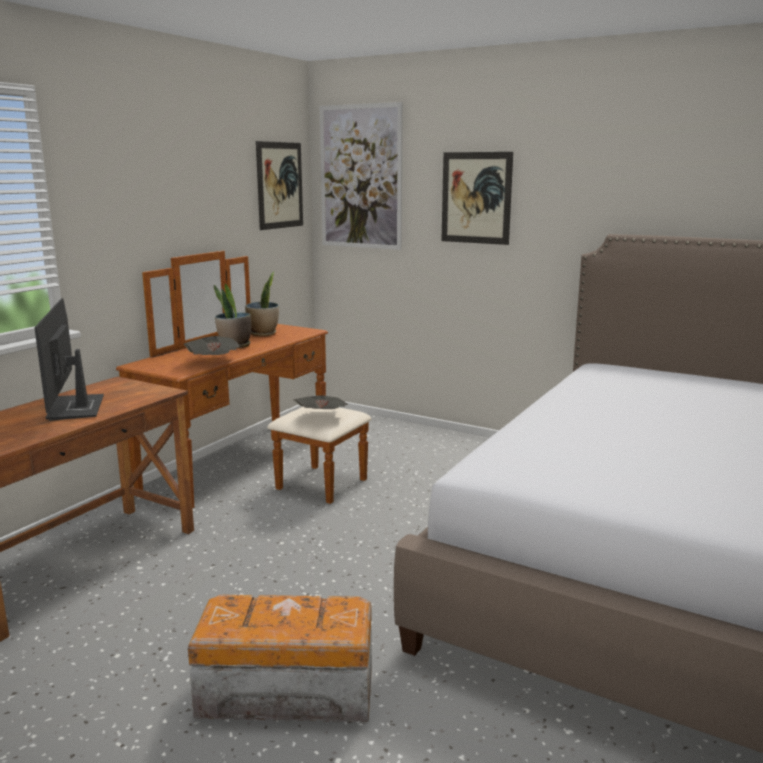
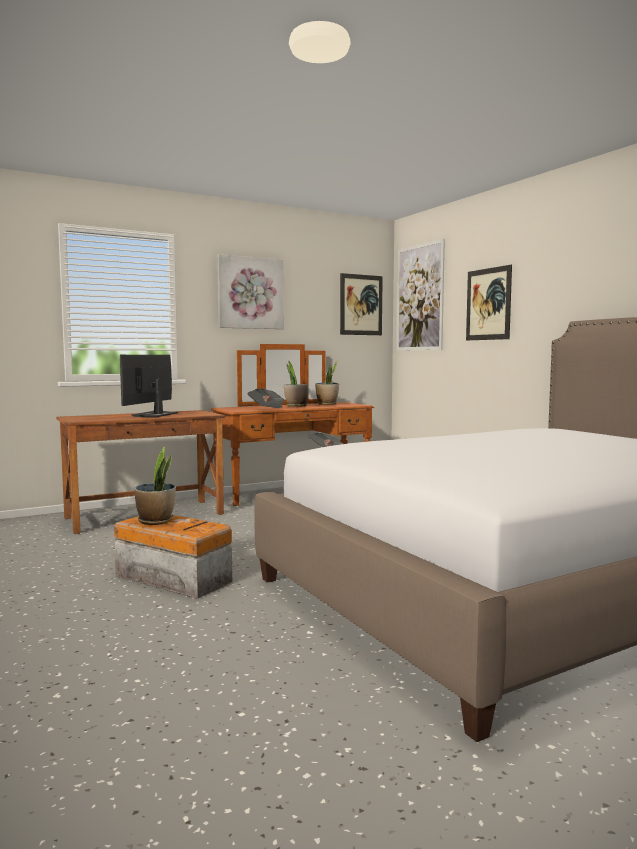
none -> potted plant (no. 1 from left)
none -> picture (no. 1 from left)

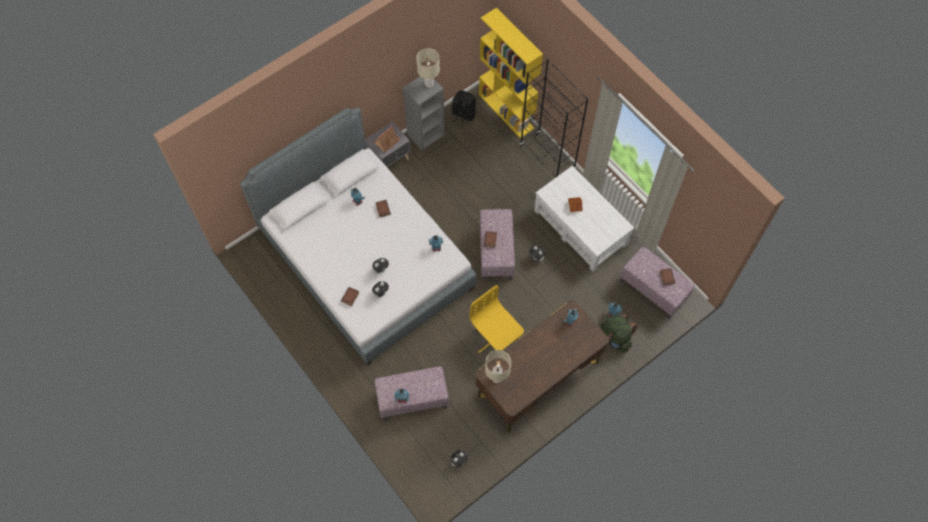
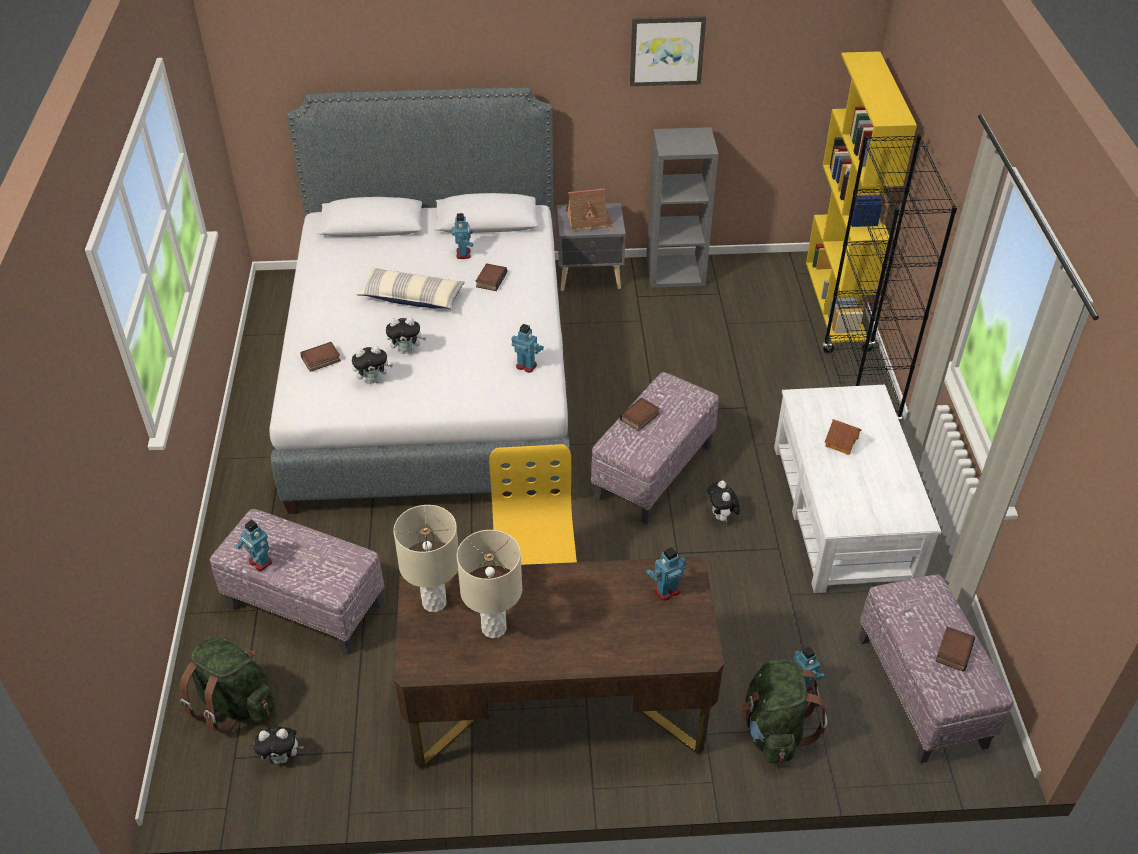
table lamp in beige (no. 1 from left in the first image) -> table lamp in beige (no. 2 from left), relocated
backpack in black -> none
none -> backpack in green (no. 1 from left)
none -> pillow
none -> picture

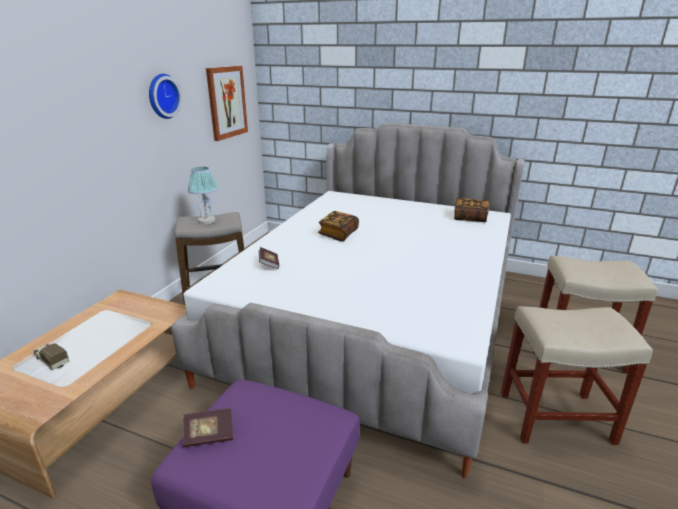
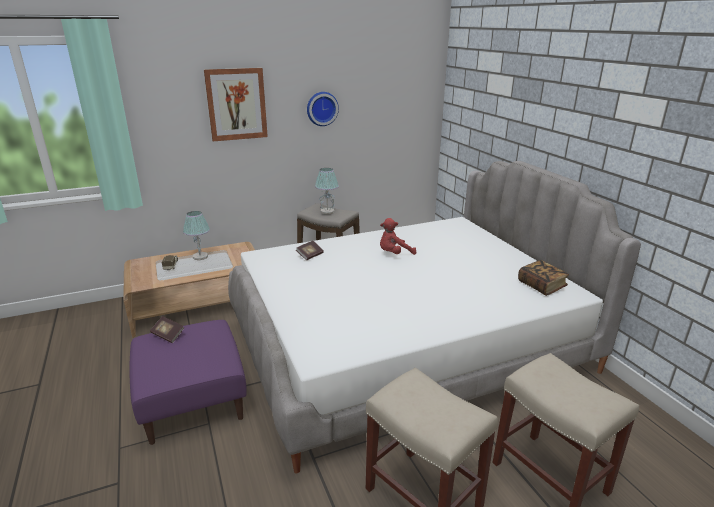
picture, relocated
book (no. 3 from left) -> plush toy in red
none -> table lamp (no. 1 from left)

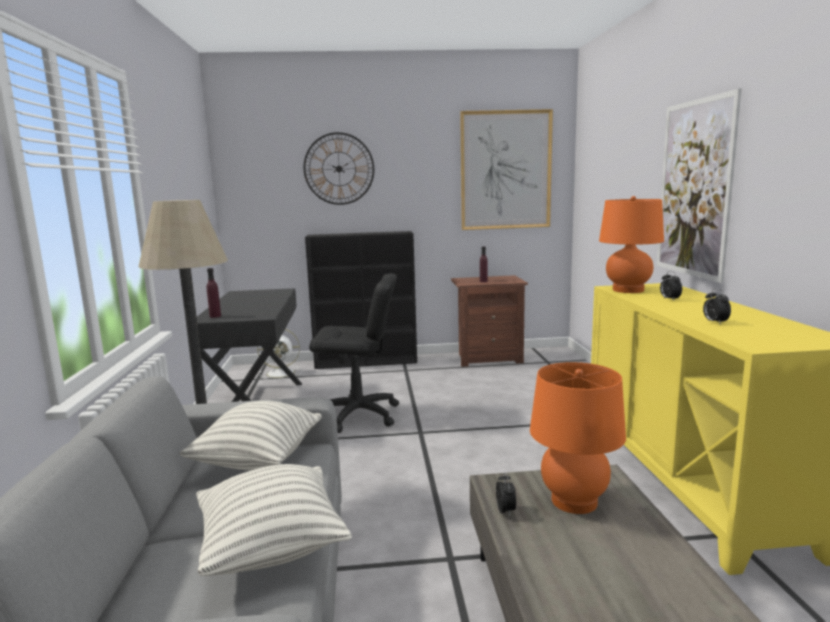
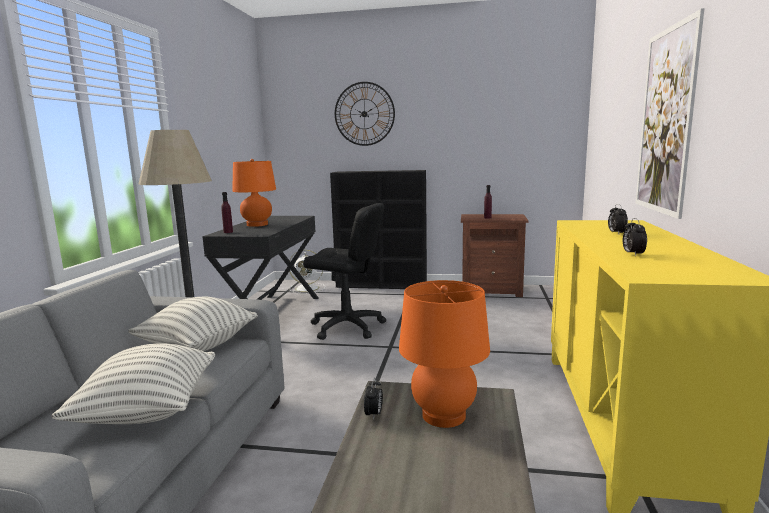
picture (no. 1 from left) -> none
table lamp in orange (no. 2 from left in the first image) -> table lamp in orange (no. 1 from left), relocated

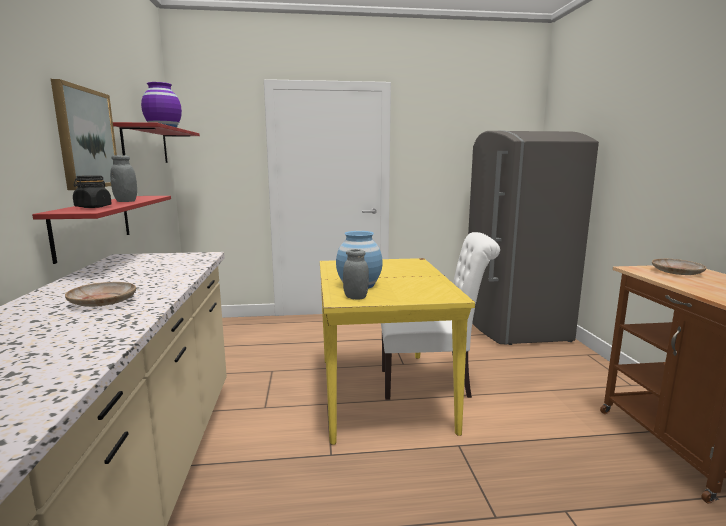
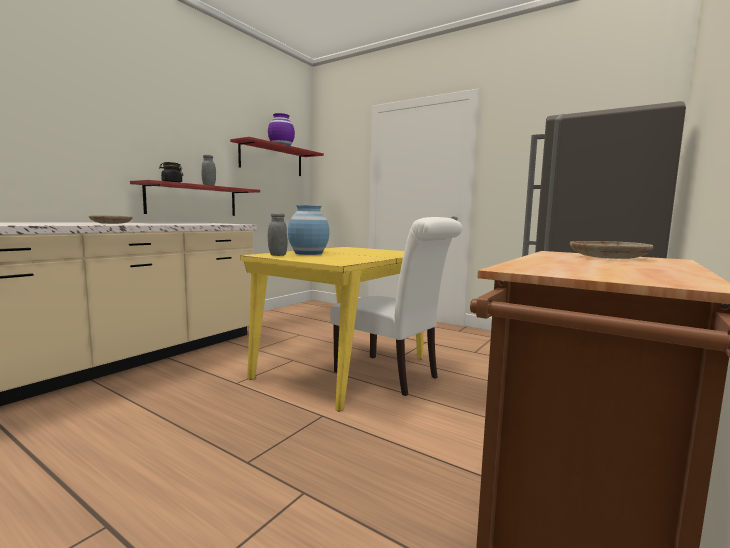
picture -> none

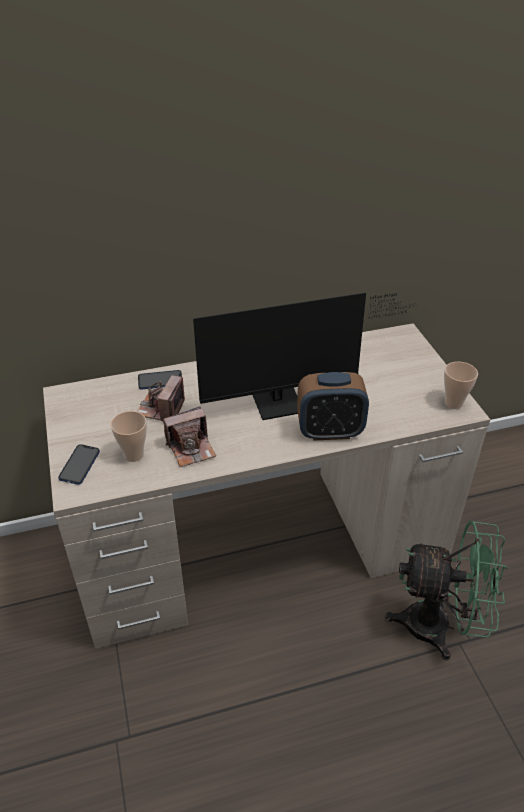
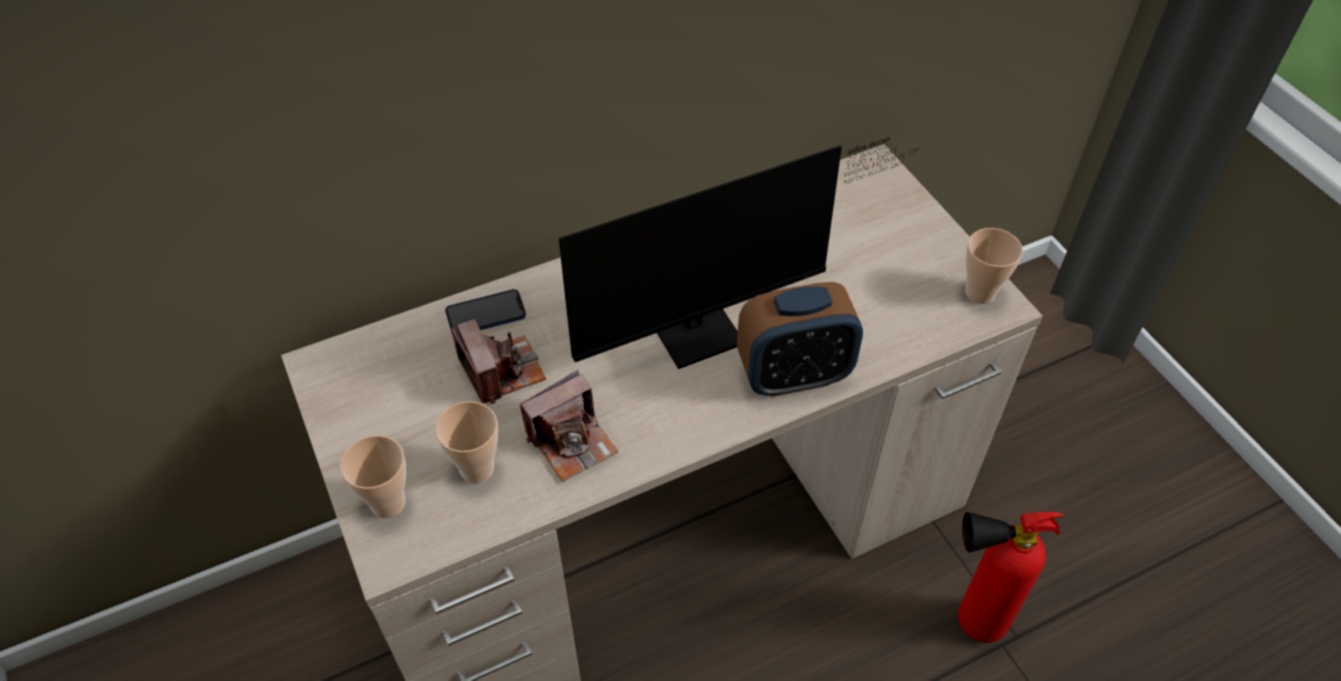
phone (no. 1 from left) -> cup (no. 1 from left)
photo camera (no. 1 from left), 150 degrees clockwise
fan in green -> fire extinguisher

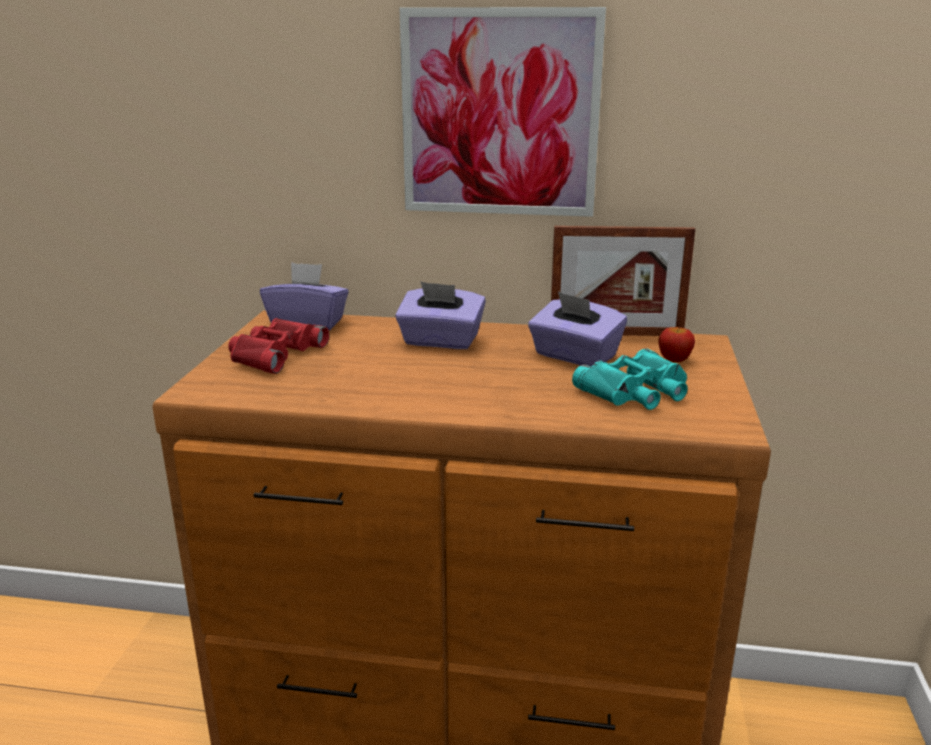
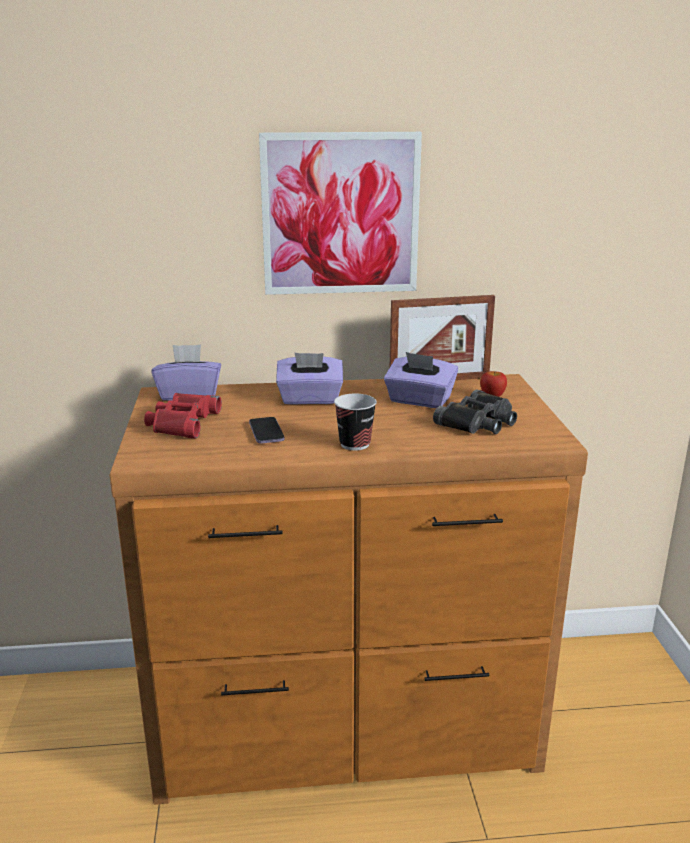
binoculars in turquoise -> binoculars in black
none -> phone
none -> cup

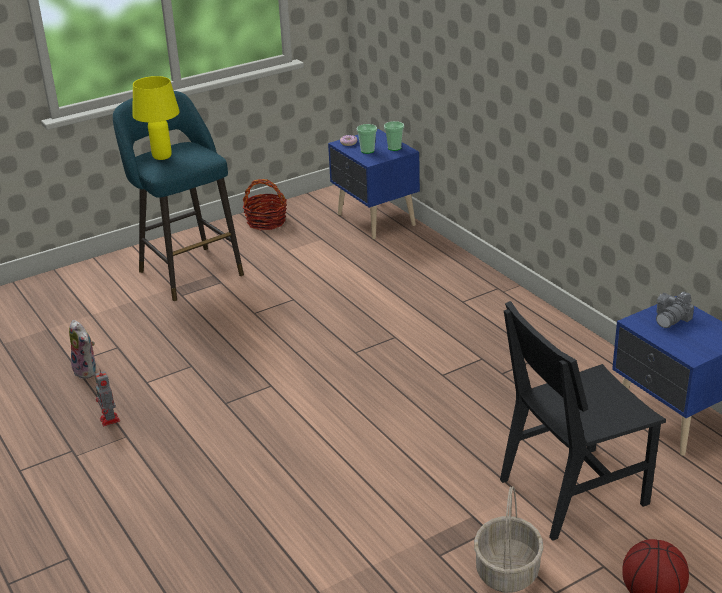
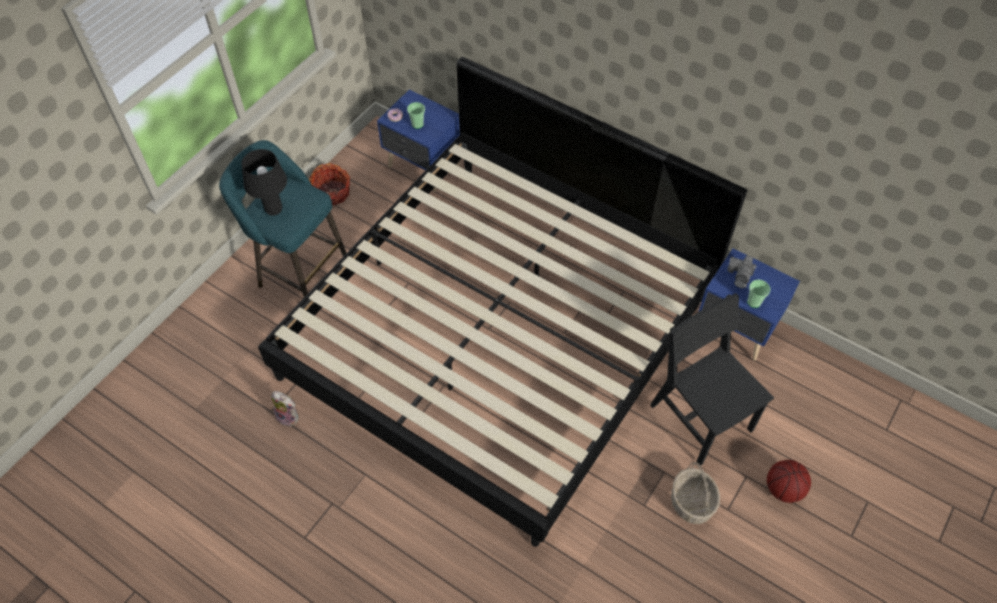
toy robot -> none
table lamp in yellow -> table lamp in black
cup (no. 2 from left), relocated
chair in black, 105 degrees clockwise
none -> bed

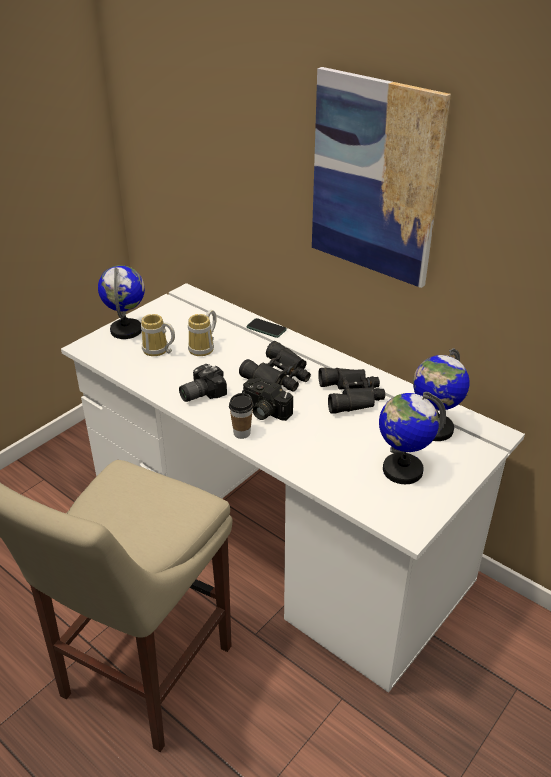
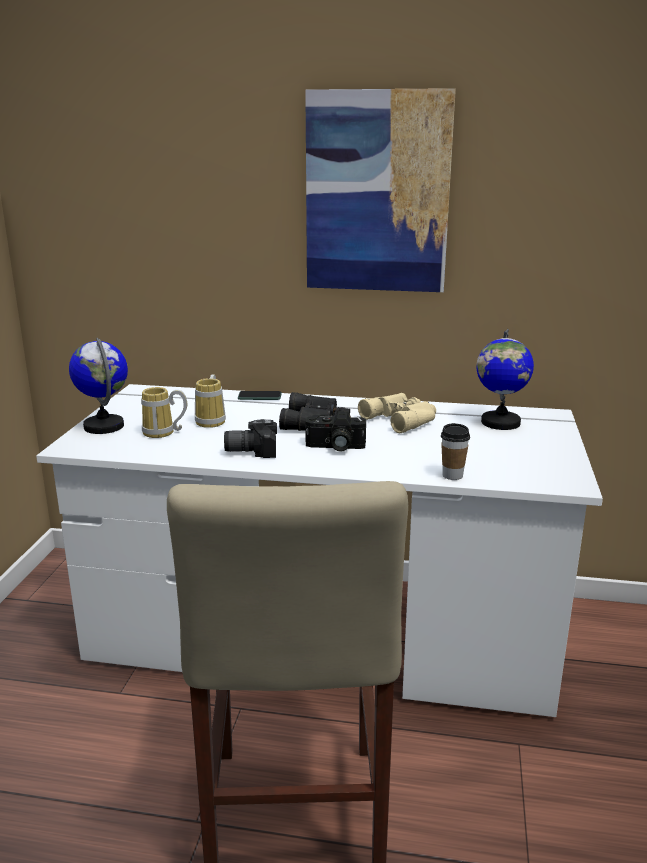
photo camera (no. 1 from left), 60 degrees clockwise
cup, relocated
binoculars in black (no. 2 from left) -> binoculars in beige
globe (no. 2 from left) -> none

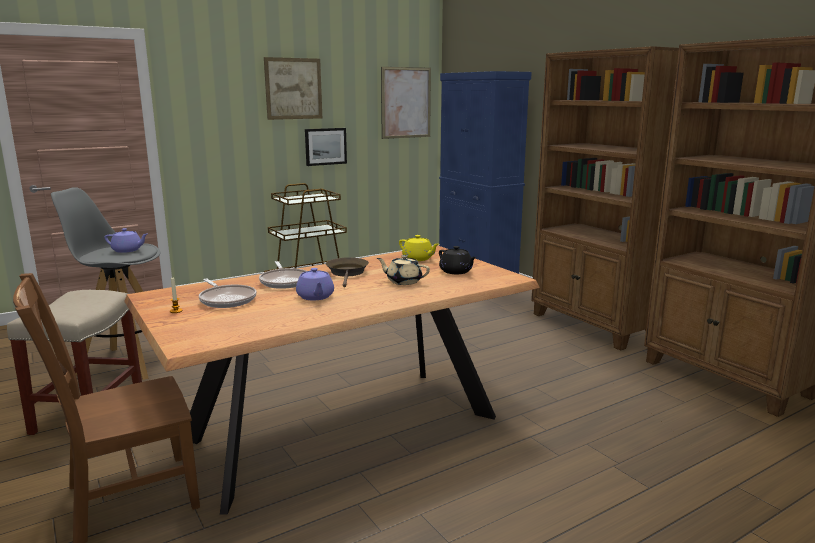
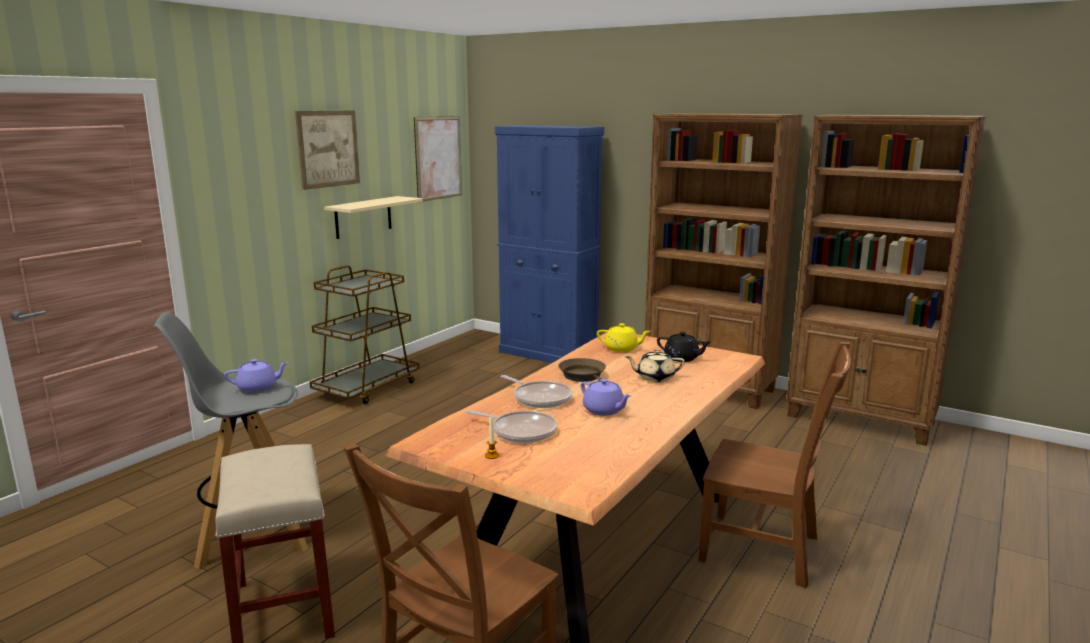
picture (no. 2 from left) -> shelf in beige
none -> chair in brown (no. 2 from left)

